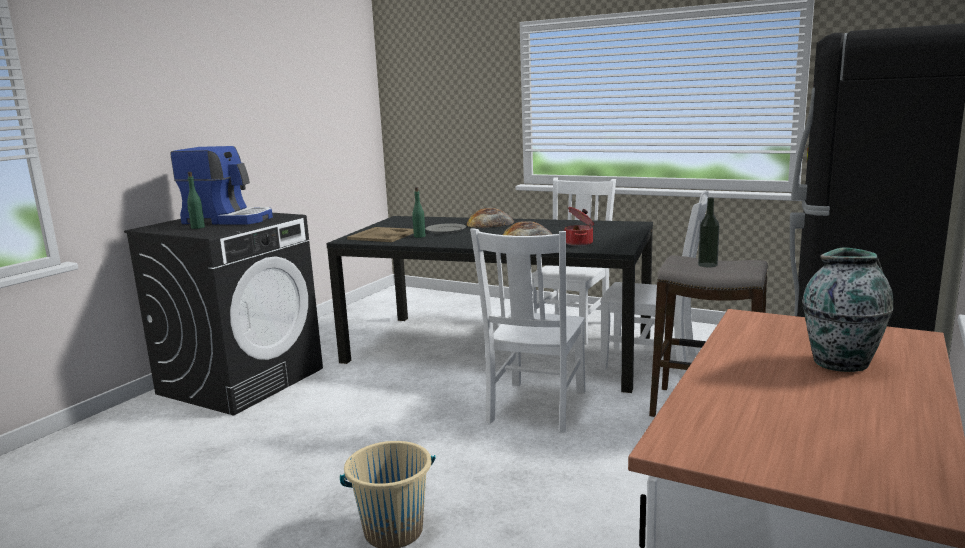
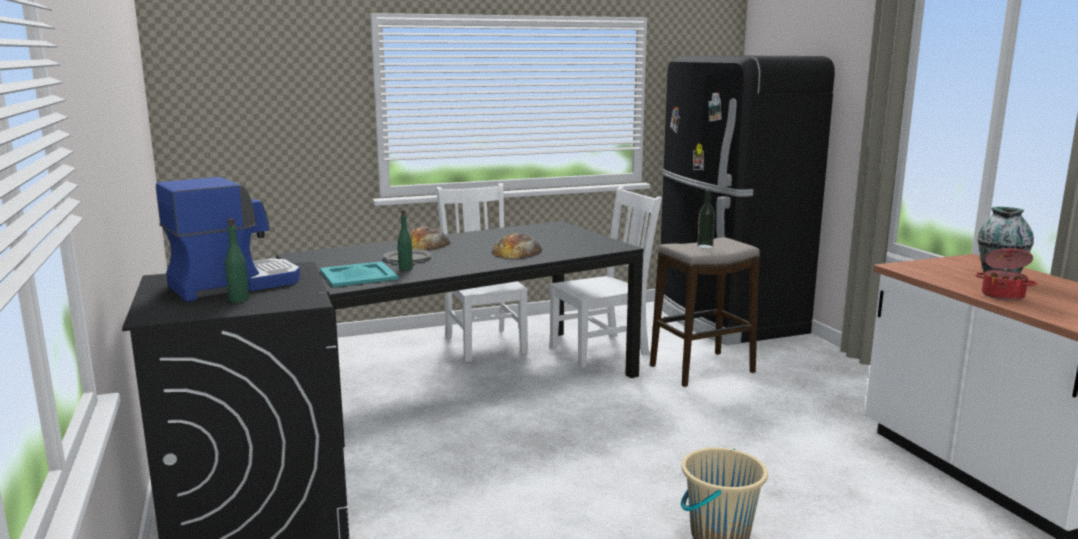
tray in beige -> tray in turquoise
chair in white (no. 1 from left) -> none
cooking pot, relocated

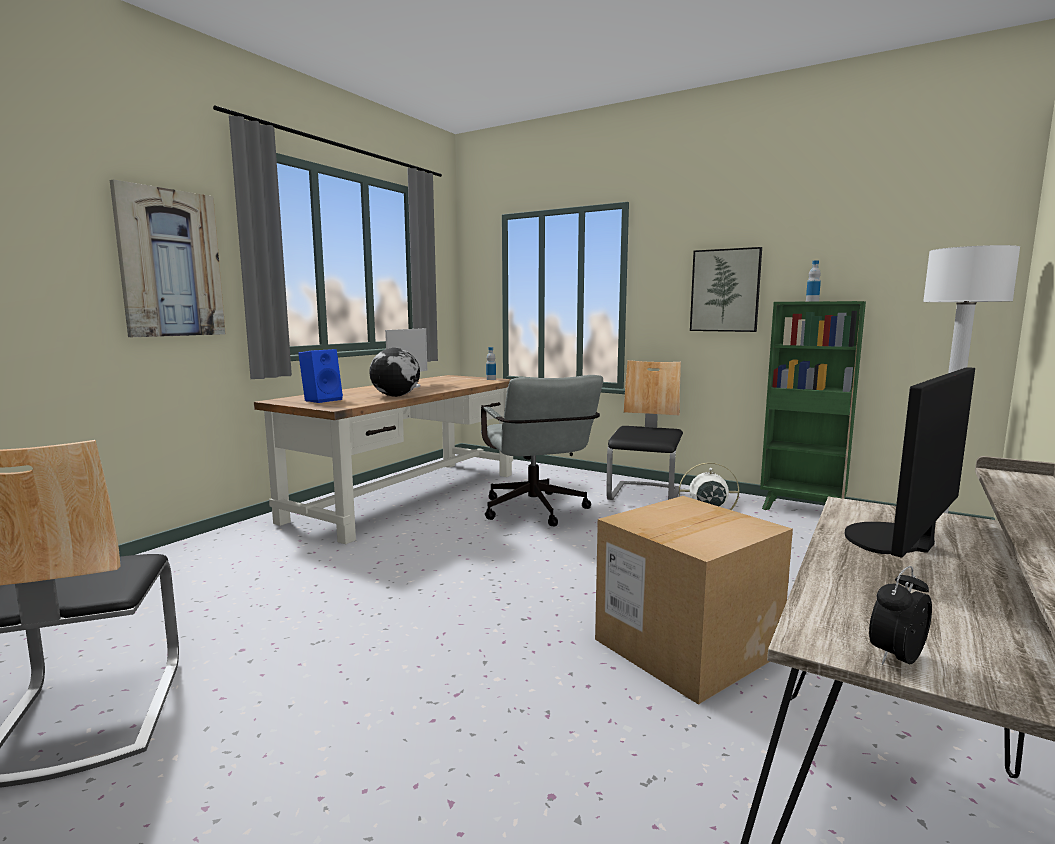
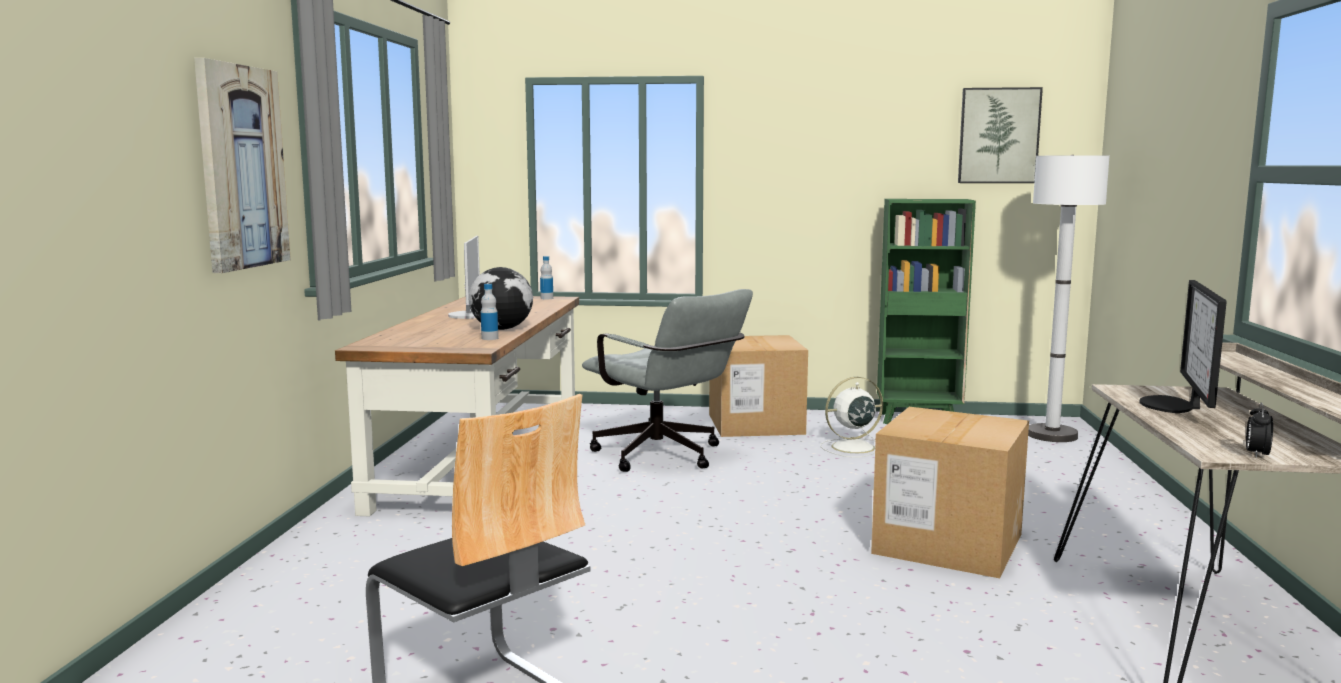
speaker in blue -> none
chair (no. 2 from left) -> cardboard box (no. 1 from left)
picture (no. 2 from left), relocated
bottle (no. 2 from left in the first image) -> bottle (no. 1 from left), relocated

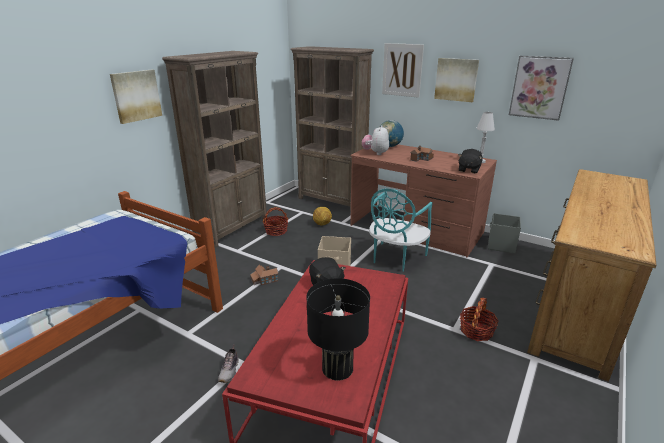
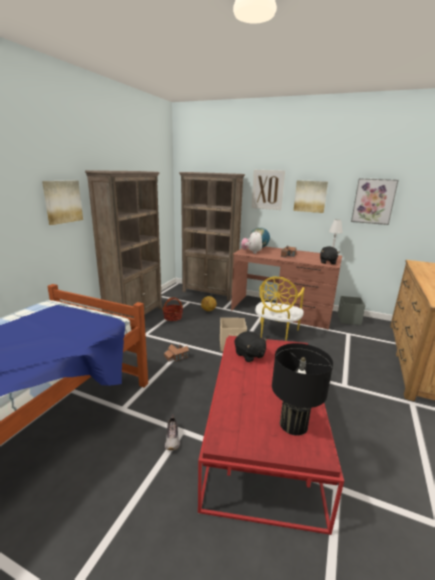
chair in turquoise -> chair in yellow
basket (no. 2 from left) -> none

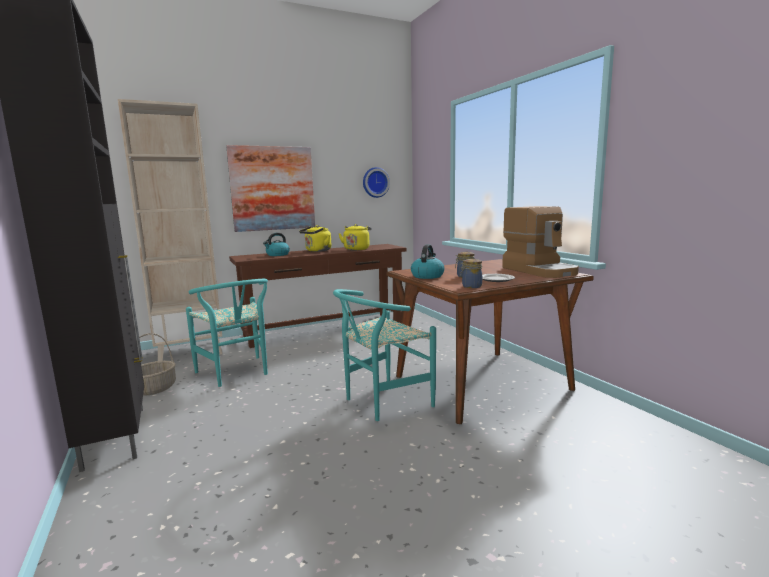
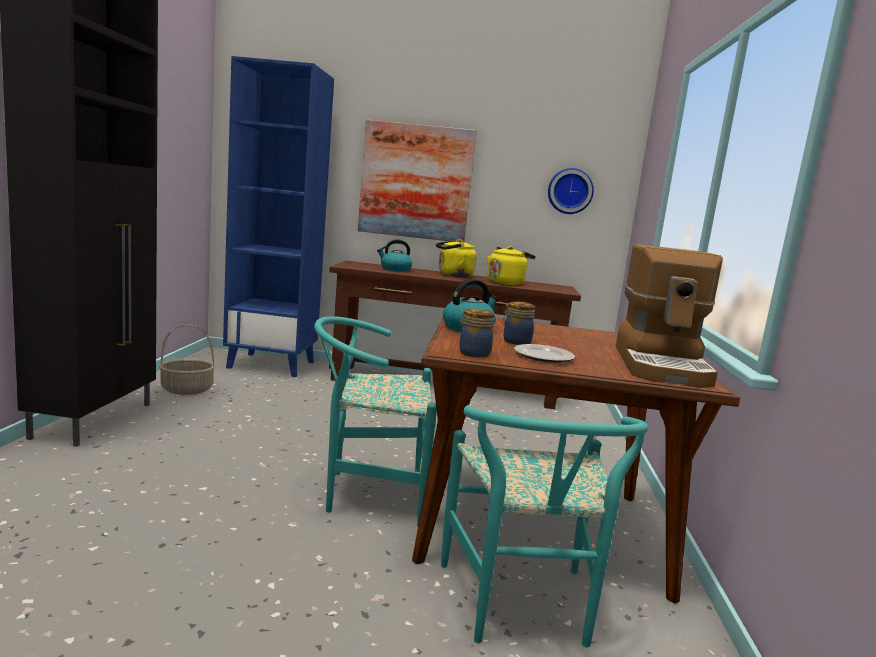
bookcase in beige -> bookcase in blue
chair in turquoise (no. 1 from left in the first image) -> chair in turquoise (no. 2 from left), relocated

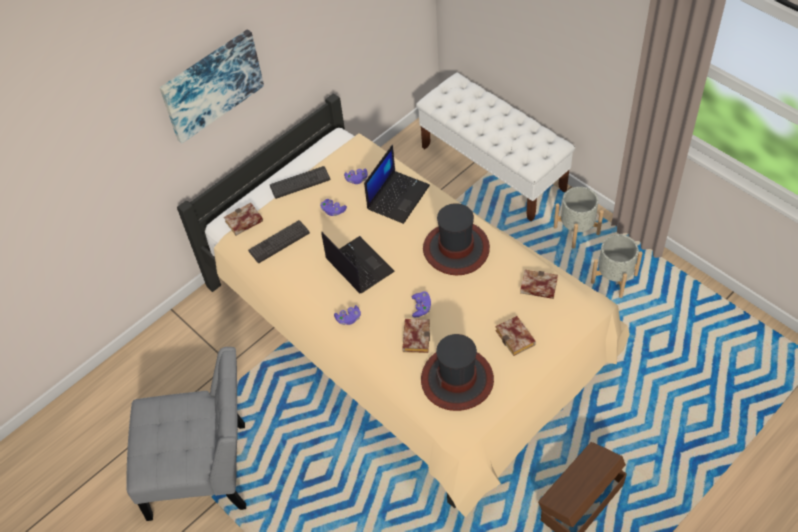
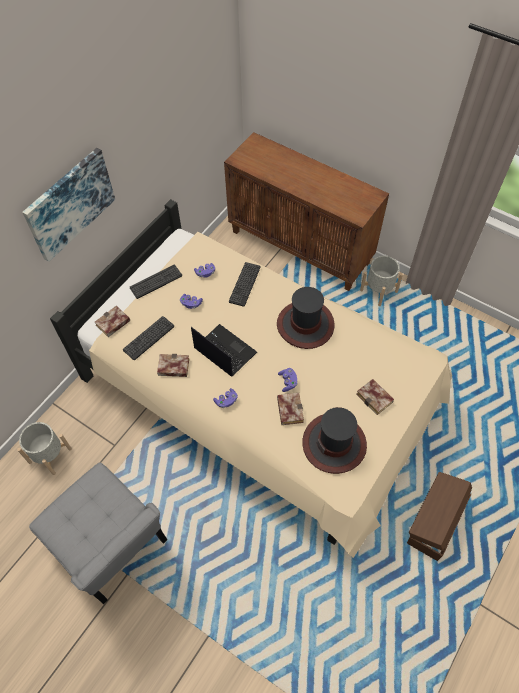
chair in grey, 60 degrees clockwise
laptop (no. 2 from left) -> keyboard (no. 3 from left)
bench in white -> cabinet in brown
book (no. 4 from left in the first image) -> book (no. 2 from left), relocated
planter in grey (no. 2 from left in the first image) -> planter in grey (no. 1 from left), relocated

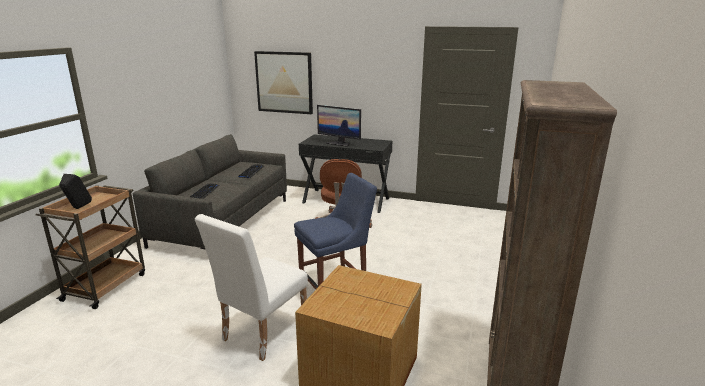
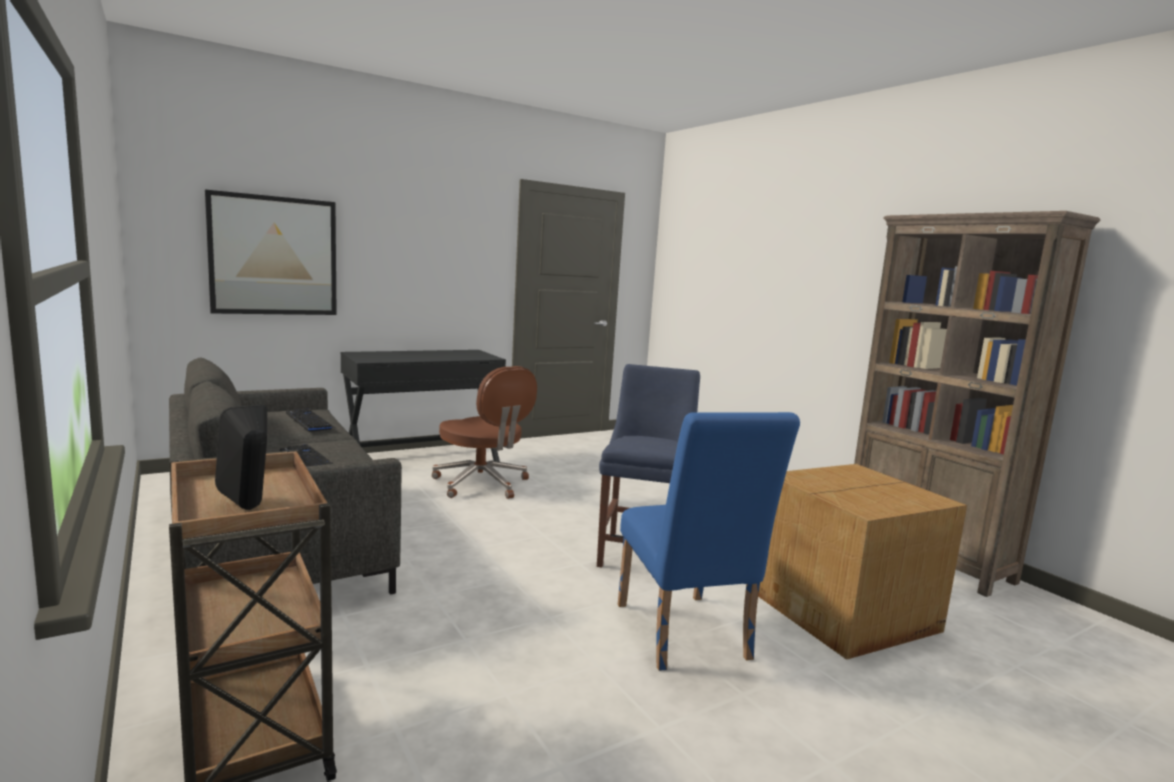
chair in white -> chair in blue (no. 2 from left)
monitor -> none

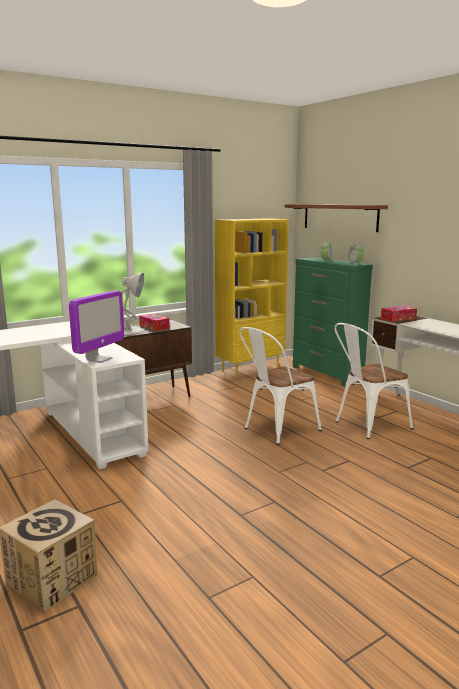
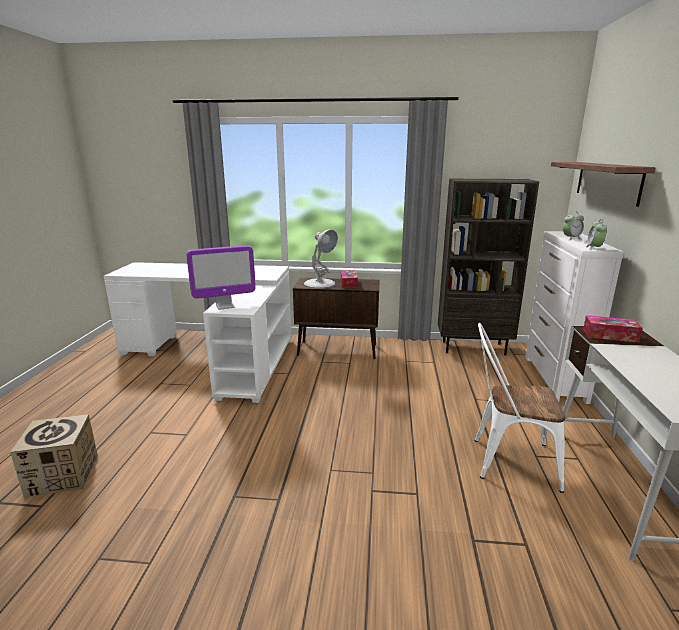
bookcase in yellow -> bookcase in brown
chair in white (no. 1 from left) -> none
dresser in green -> dresser in white

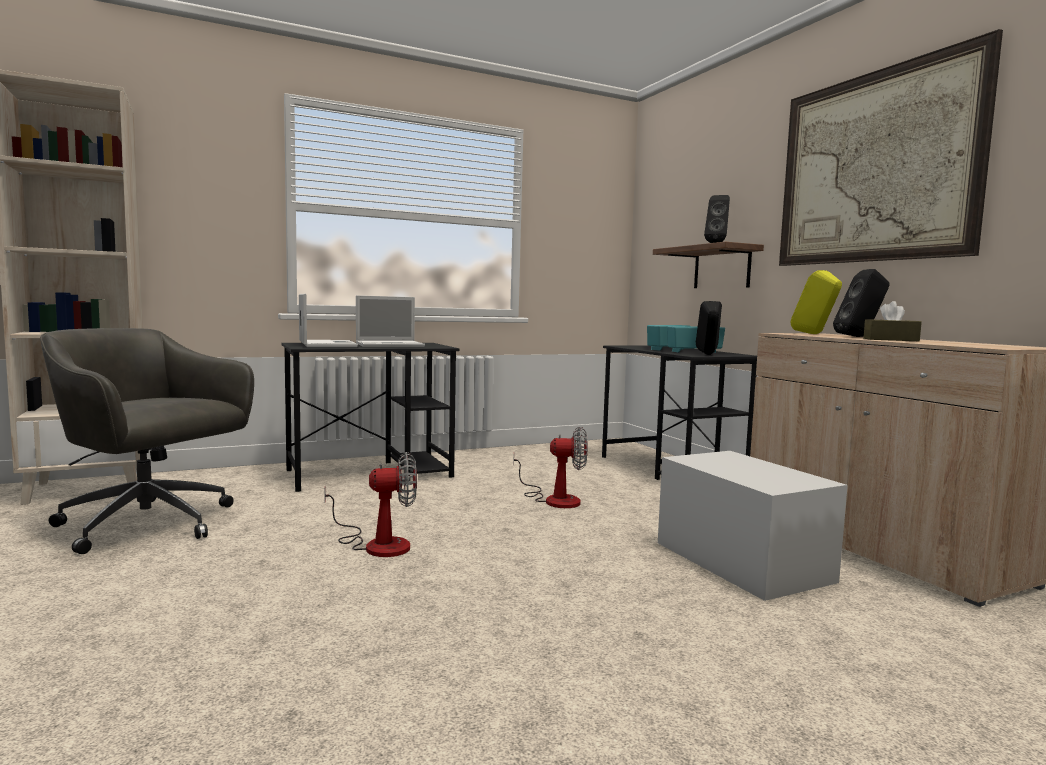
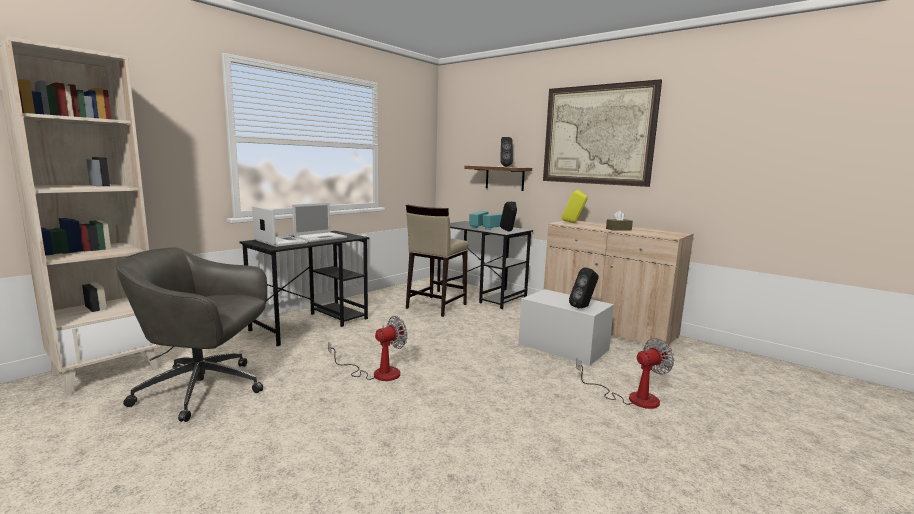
fan (no. 2 from left), relocated
speaker in black (no. 3 from left), relocated
none -> stool in beige

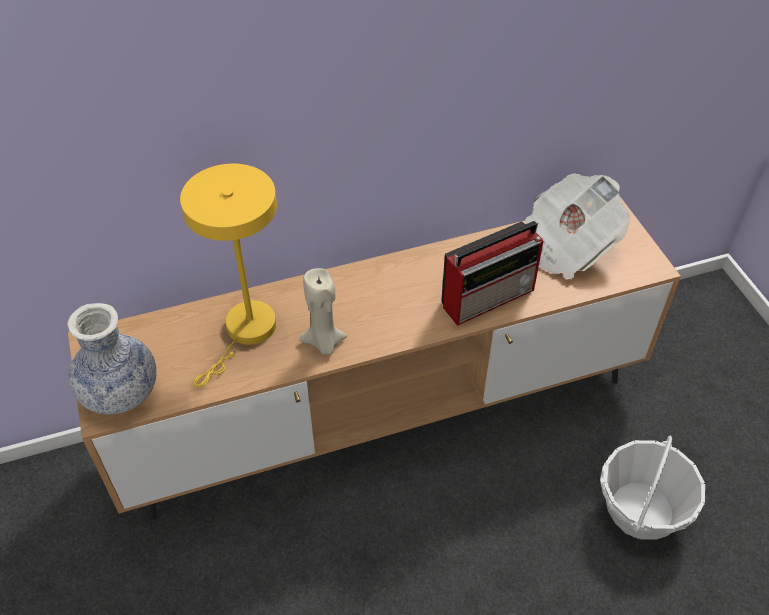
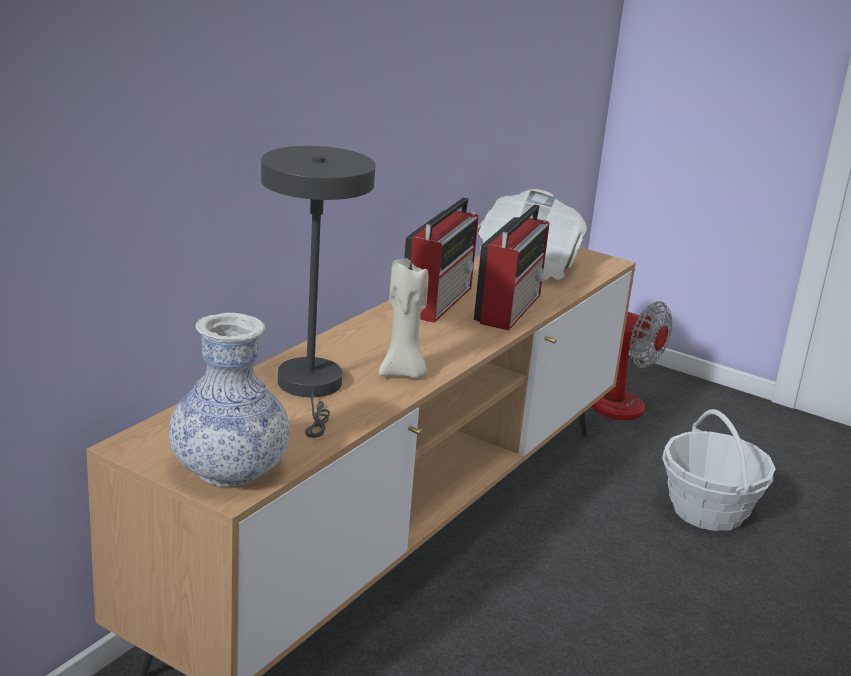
table lamp in yellow -> table lamp in grey
none -> radio (no. 1 from left)
none -> fan

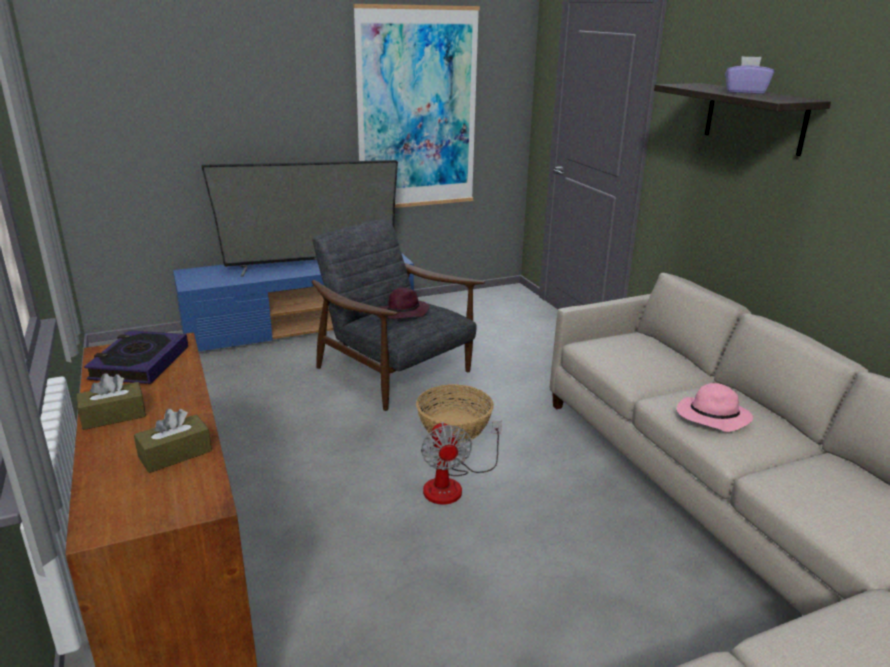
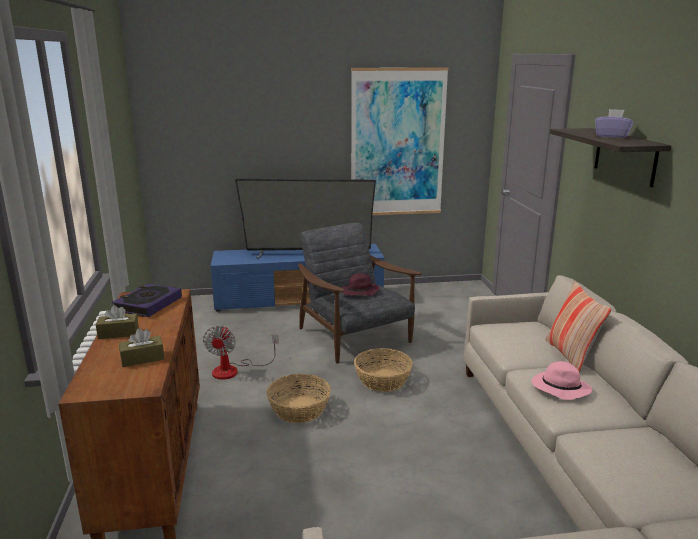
fan, relocated
none -> basket (no. 1 from left)
none -> pillow

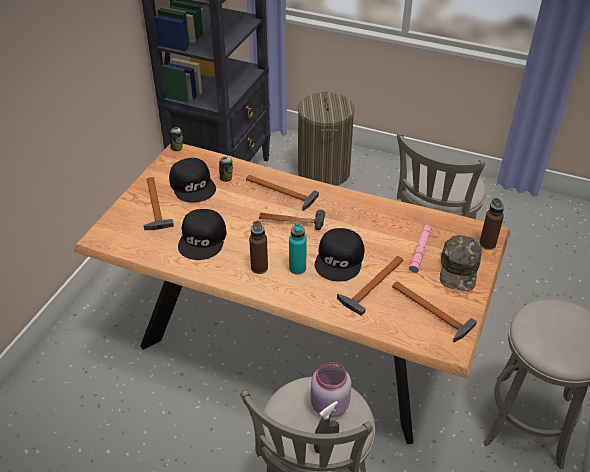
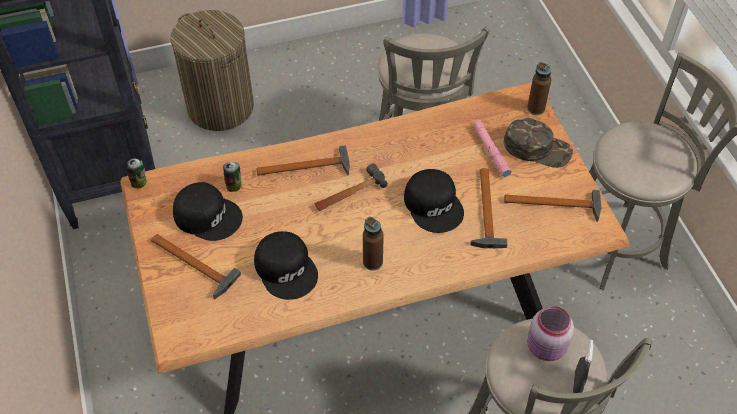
bottle in turquoise -> none
cap in green, 45 degrees counterclockwise

